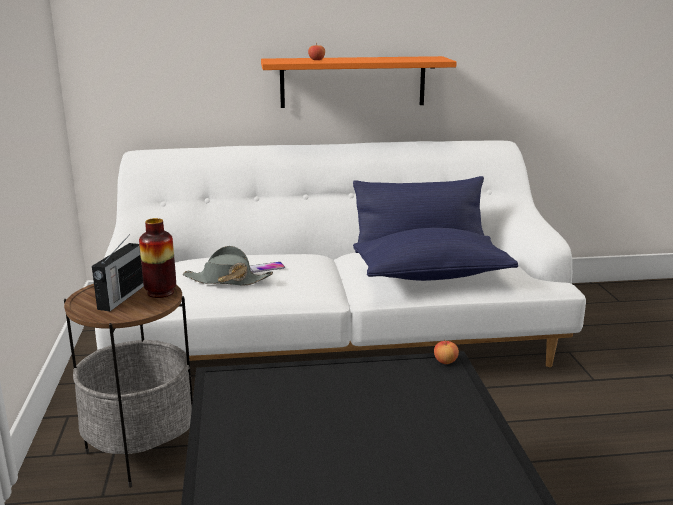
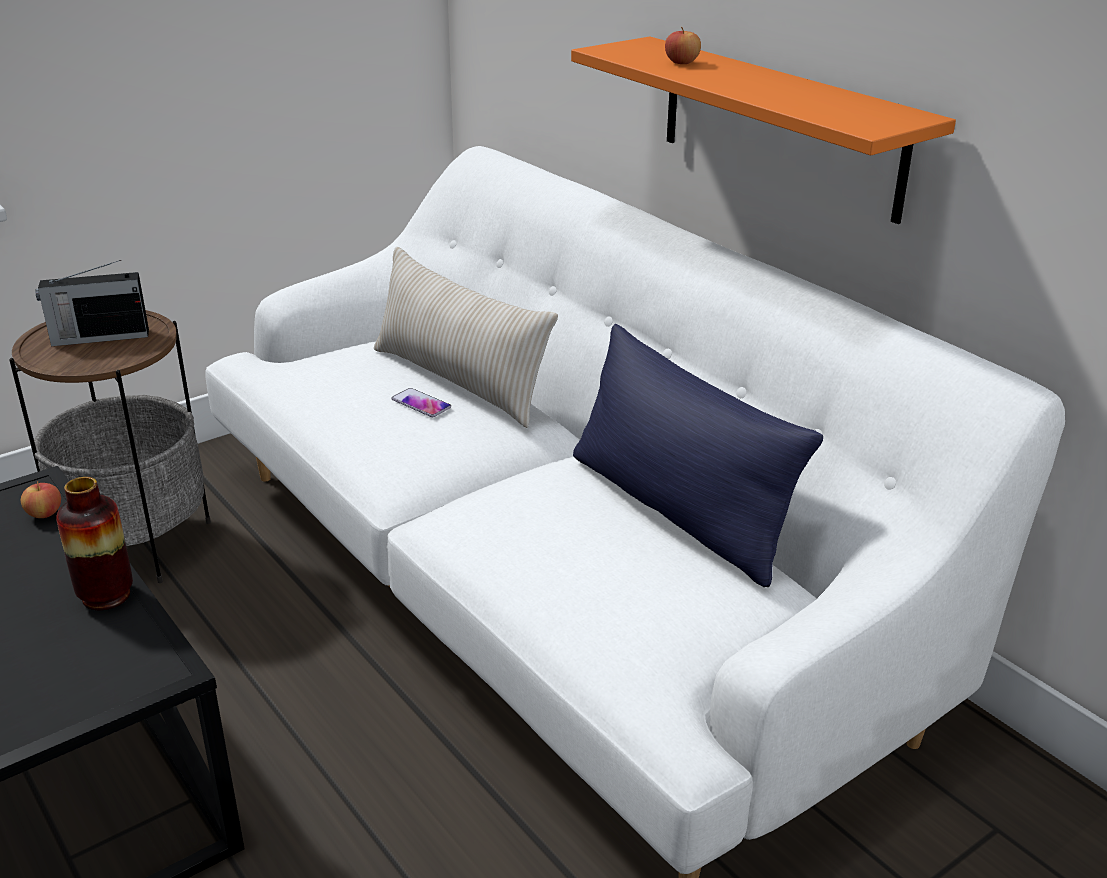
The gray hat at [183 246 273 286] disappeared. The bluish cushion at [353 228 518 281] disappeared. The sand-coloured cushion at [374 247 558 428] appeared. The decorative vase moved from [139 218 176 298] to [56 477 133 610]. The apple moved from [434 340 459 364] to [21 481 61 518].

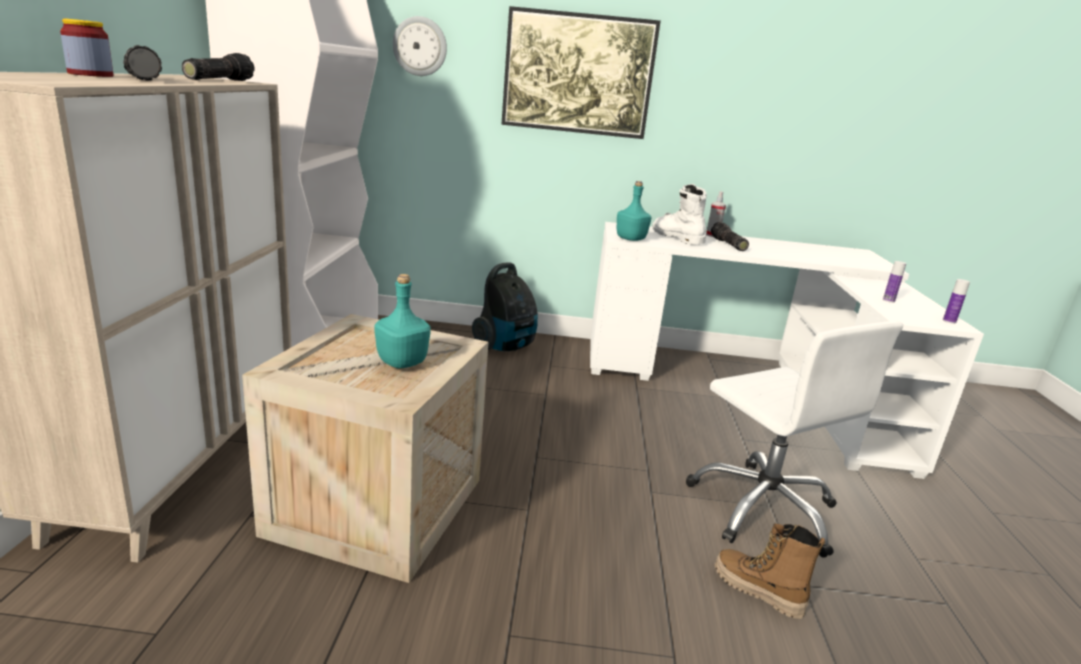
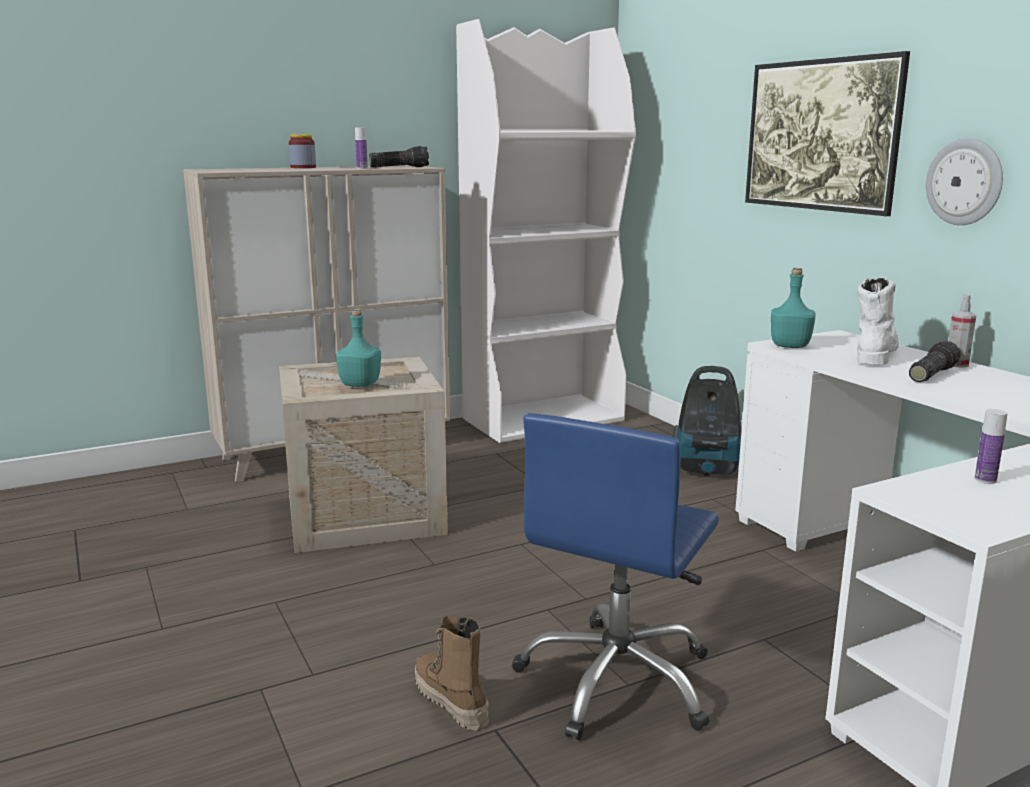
The flashlight at [123 45 162 80] disappeared. The clock on the wall moved from [393 16 447 76] to [926 138 1003 225]. The bottle moved from [943 279 970 324] to [355 128 368 169]. The white office chair at [686 321 903 558] became the bluish office chair at [512 413 719 740]. The tall boot at [715 524 825 619] turned 45 degrees counterclockwise.

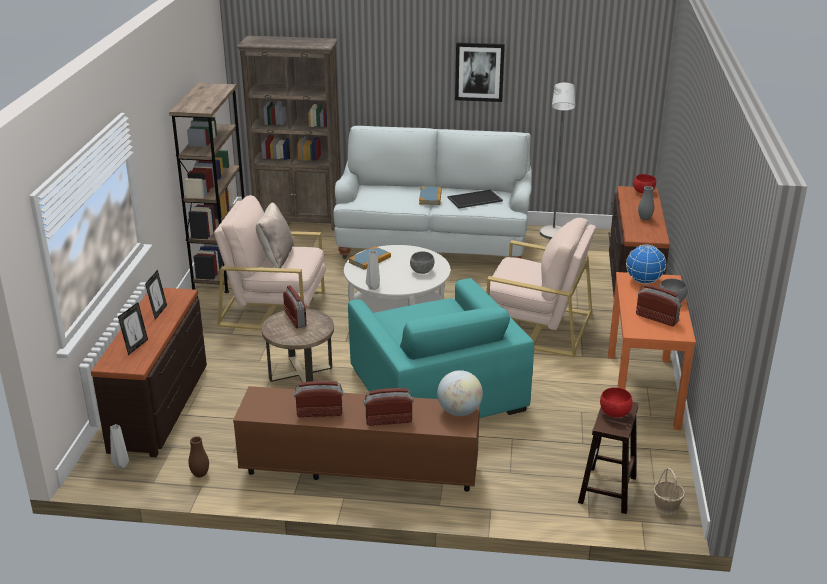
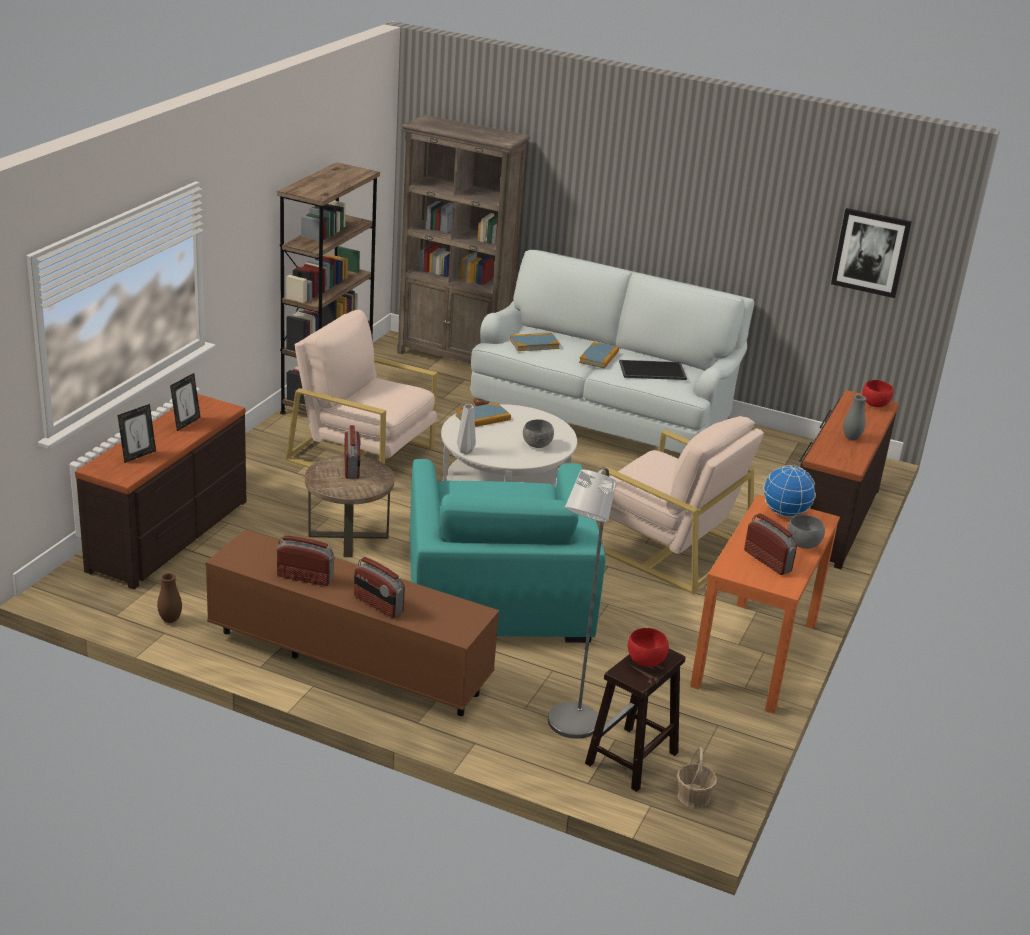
The gray decorative vase at [110 424 129 469] disappeared. The sand-coloured cushion at [256 202 294 268] disappeared. The world globe at [437 370 483 416] disappeared. The volume at [510 333 560 351] appeared. The picture moved from [455 42 505 102] to [831 208 912 298]. The gray standing lamp moved from [540 82 575 239] to [548 467 616 739]. The radio receiver at [364 388 414 426] turned 150 degrees counterclockwise.

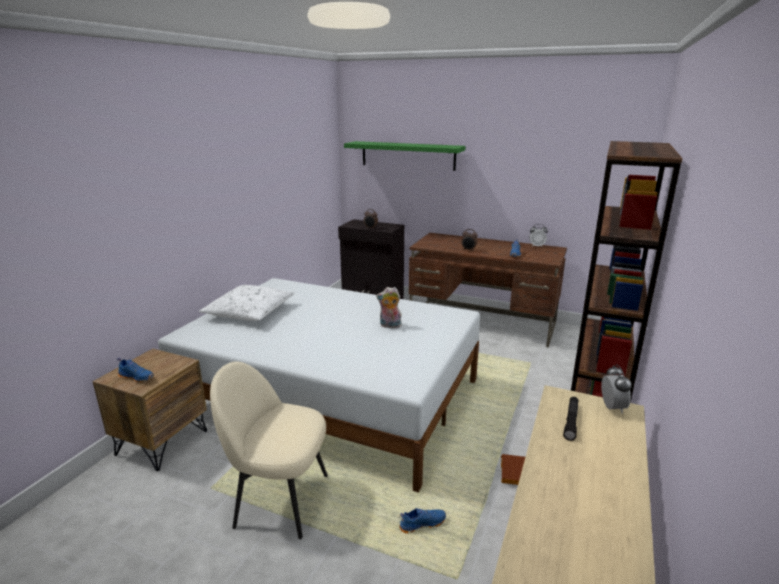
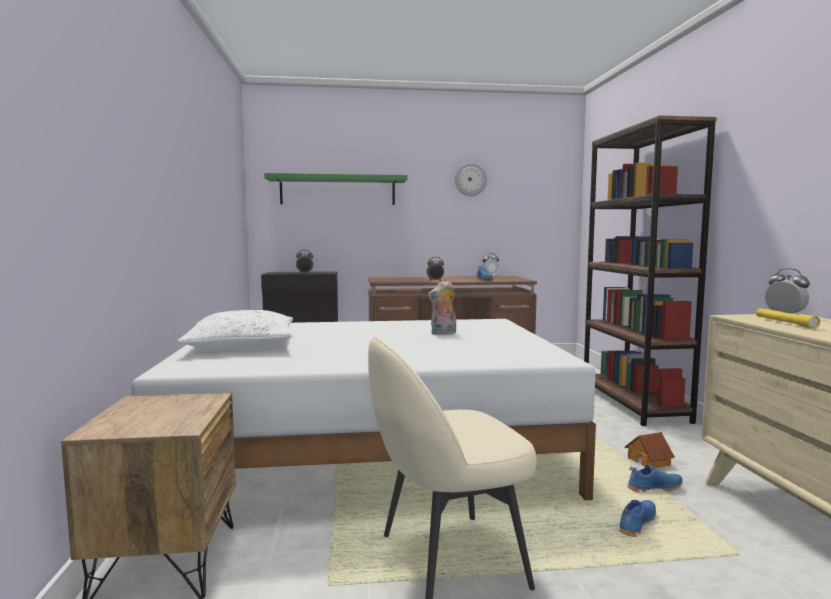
The clock on the wall at [455 163 487 196] appeared. The bluish item of footwear moved from [117 358 154 383] to [627 464 683 492]. The black-coloured flashlight at [563 397 579 441] became the yellowish flashlight at [756 308 820 329].

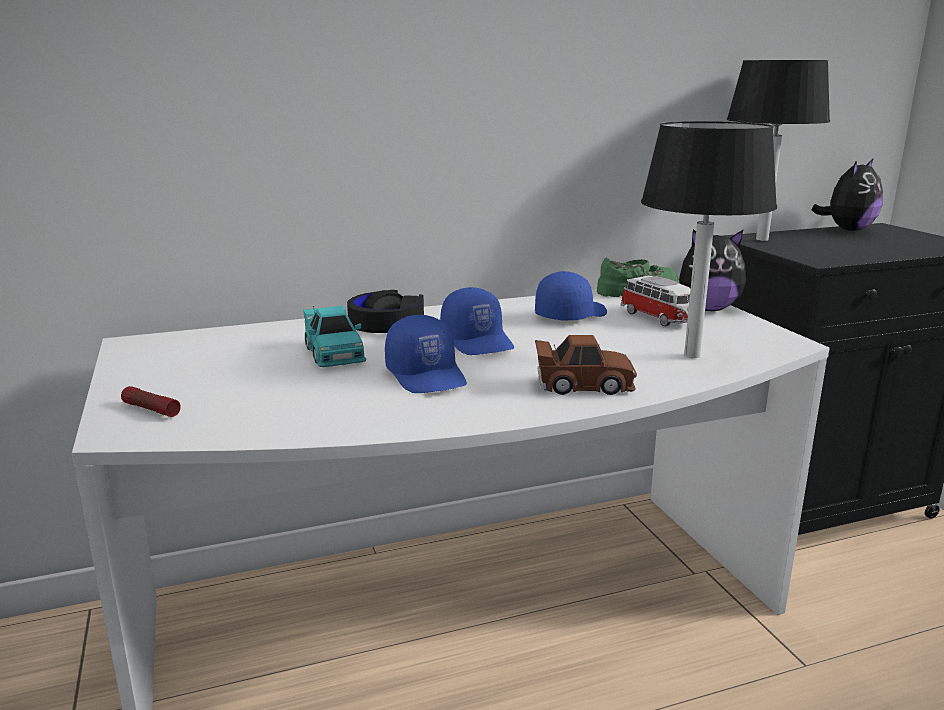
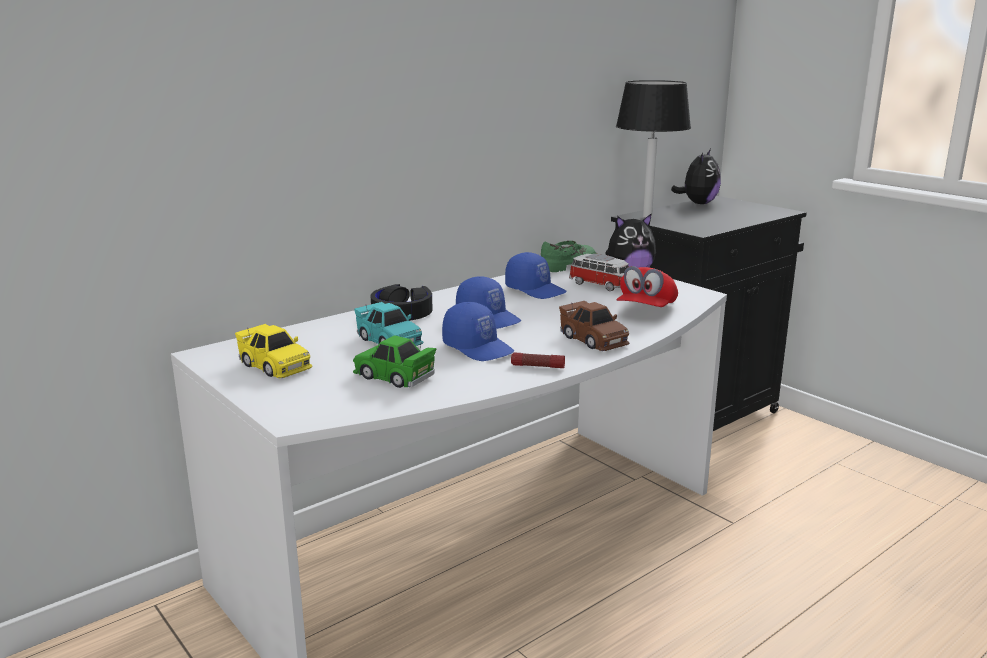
The yellowish model car at [235 324 312 378] appeared. The green-coloured model car at [353 335 436 388] appeared. The flashlight moved from [121 386 181 417] to [511 352 565 368]. The black-coloured tabletop lamp at [641 121 777 358] was replaced by the reddish cap at [617 266 678 307]. The bluish cap at [535 271 607 321] turned 105 degrees clockwise. The brown model car at [535 335 637 395] turned 75 degrees clockwise.

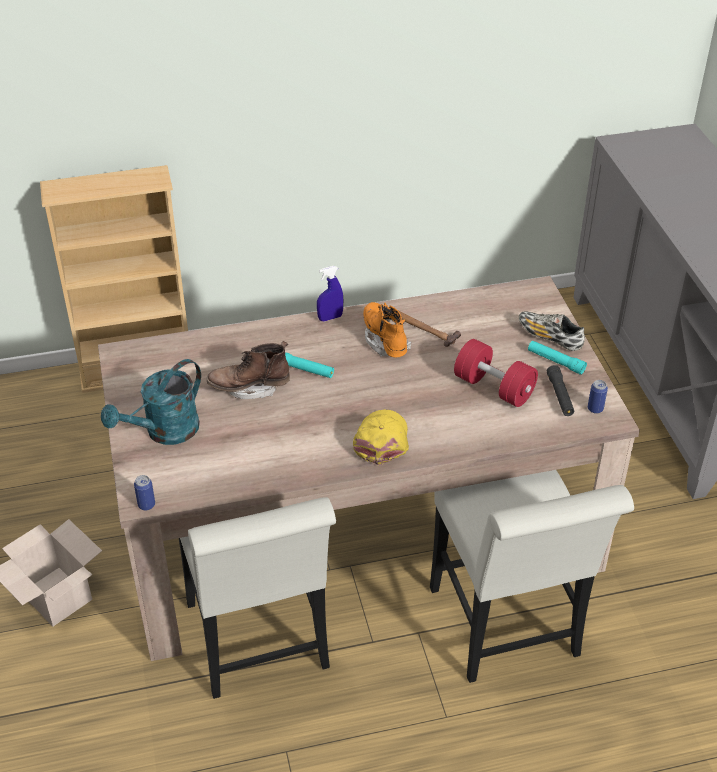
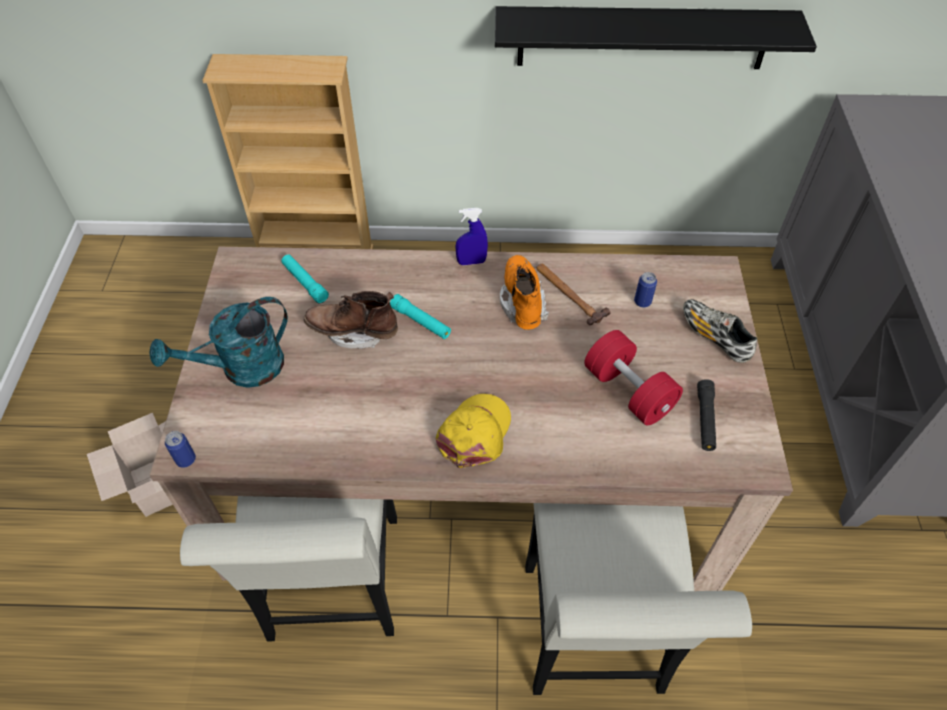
The black-coloured bracket shelf at [495 6 817 69] appeared. The turquoise-coloured flashlight moved from [528 341 587 375] to [281 255 329 303]. The sealed can moved from [588 380 608 414] to [634 272 657 308].

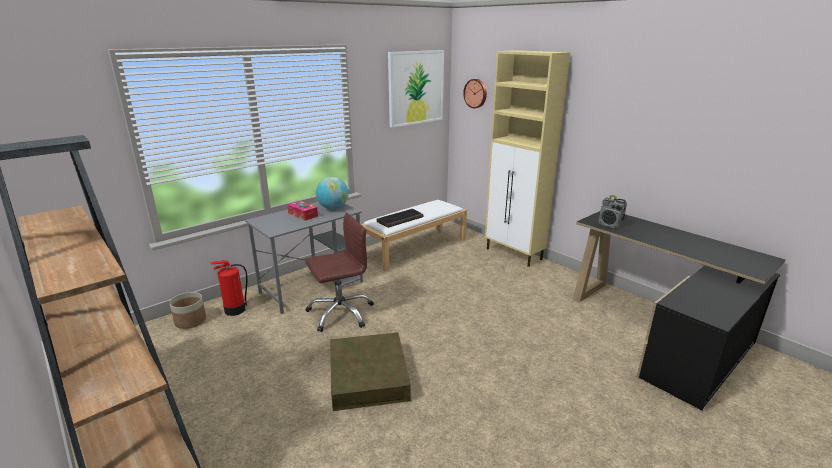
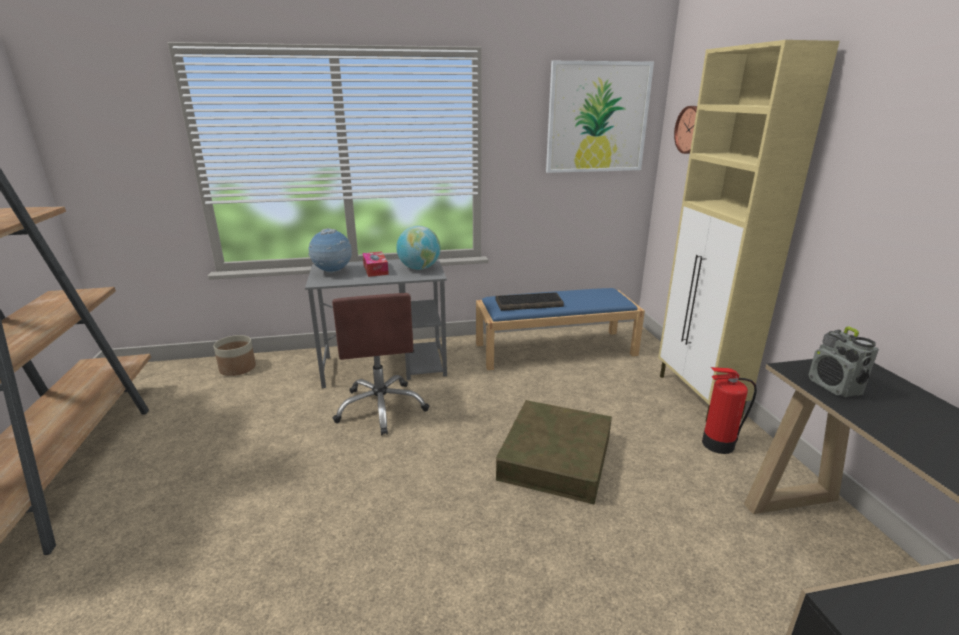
The world globe at [308 228 352 274] appeared. The fire extinguisher moved from [210 260 247 316] to [702 367 757 454]. The brown storage container moved from [330 332 411 411] to [496 400 612 505]. The white bench at [361 200 467 272] became the bluish bench at [476 288 645 370]. The brown office chair at [305 213 374 332] turned 75 degrees clockwise.

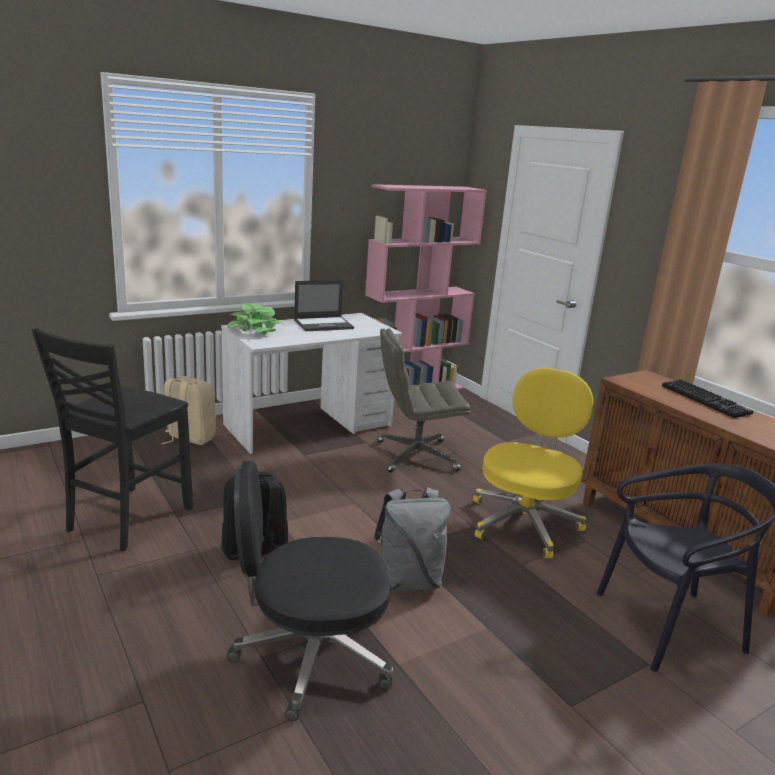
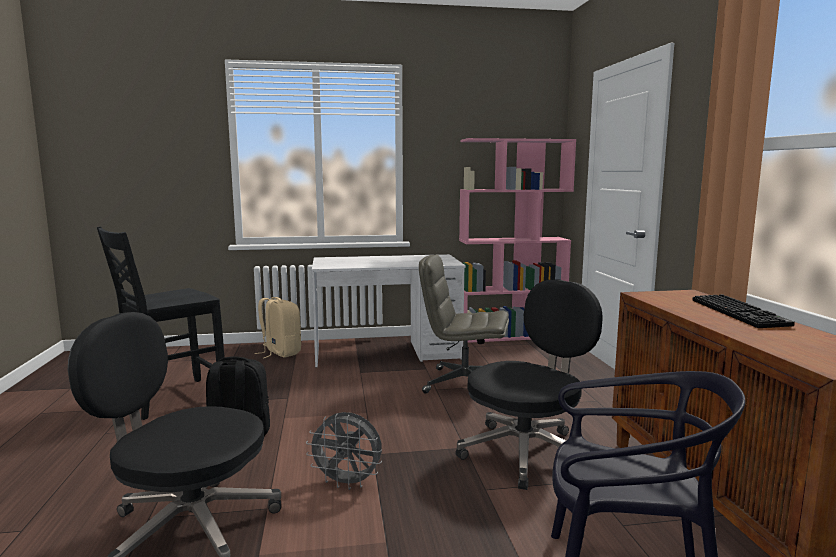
The potted plant at [226 304 283 334] disappeared. The portable computer at [294 280 354 331] disappeared. The gray backpack at [373 487 451 592] was replaced by the gray fan at [306 412 382 490]. The yellowish office chair at [473 368 593 558] became the black-coloured office chair at [455 280 603 490].

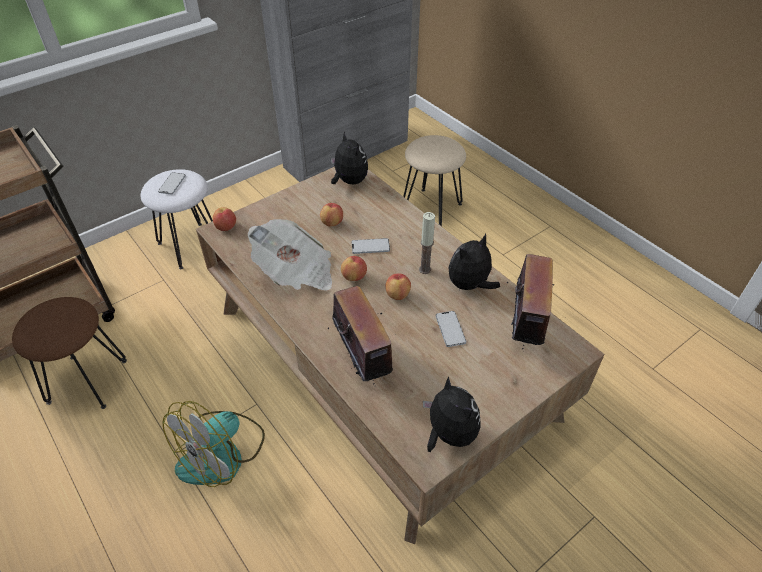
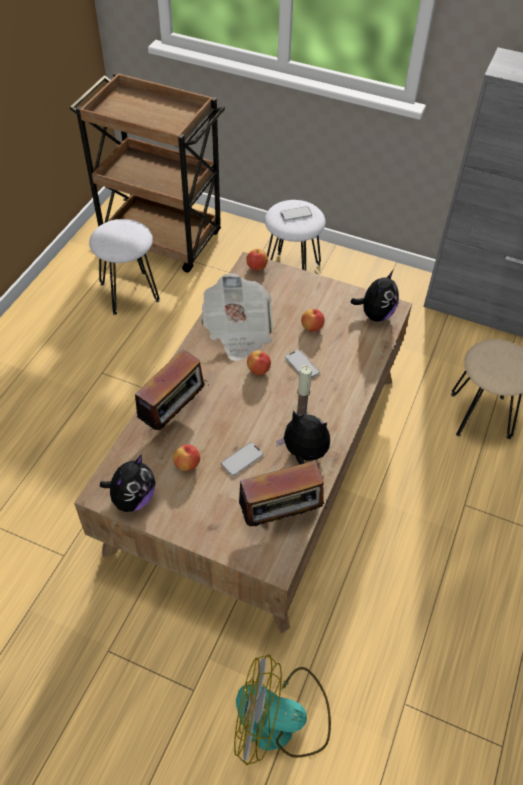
The fan moved from [162 401 265 487] to [234 655 331 765]. The apple moved from [386 273 411 300] to [173 444 200 471]. The brown stool at [12 297 127 409] became the white stool at [89 219 160 315].

